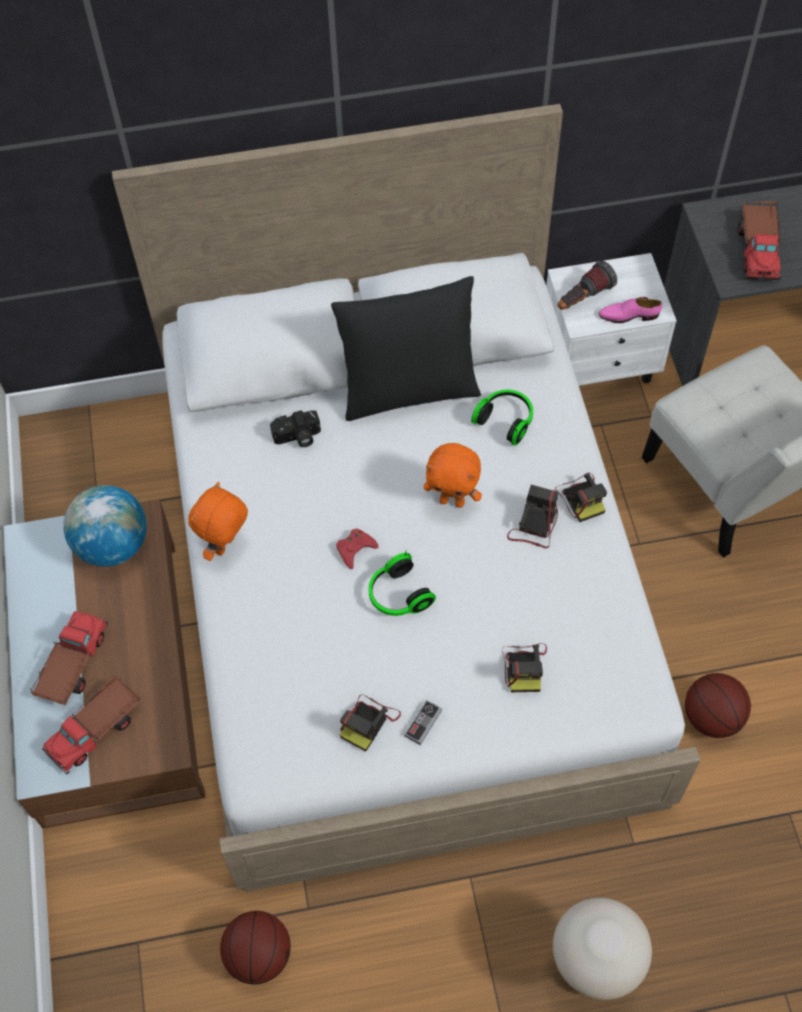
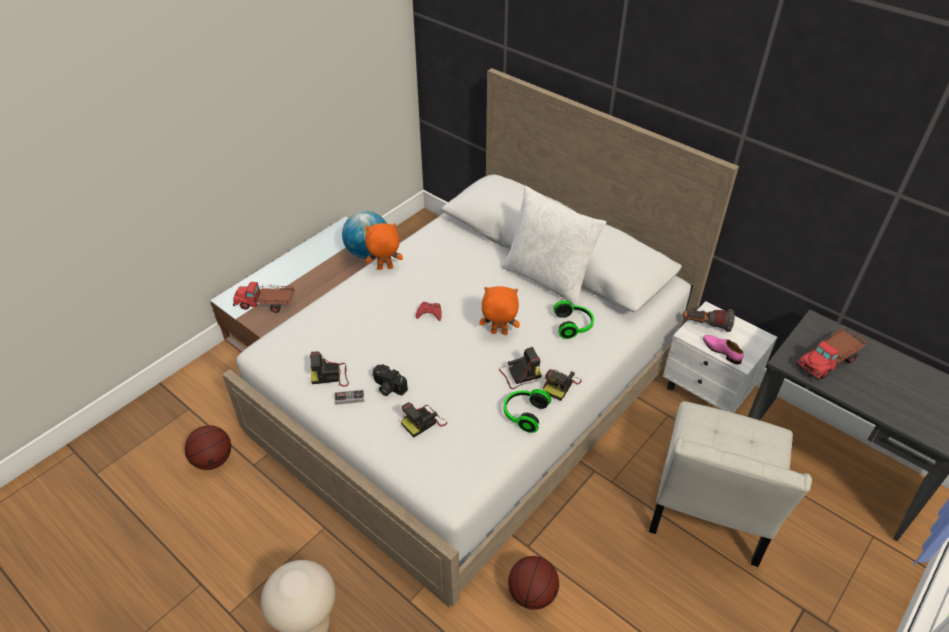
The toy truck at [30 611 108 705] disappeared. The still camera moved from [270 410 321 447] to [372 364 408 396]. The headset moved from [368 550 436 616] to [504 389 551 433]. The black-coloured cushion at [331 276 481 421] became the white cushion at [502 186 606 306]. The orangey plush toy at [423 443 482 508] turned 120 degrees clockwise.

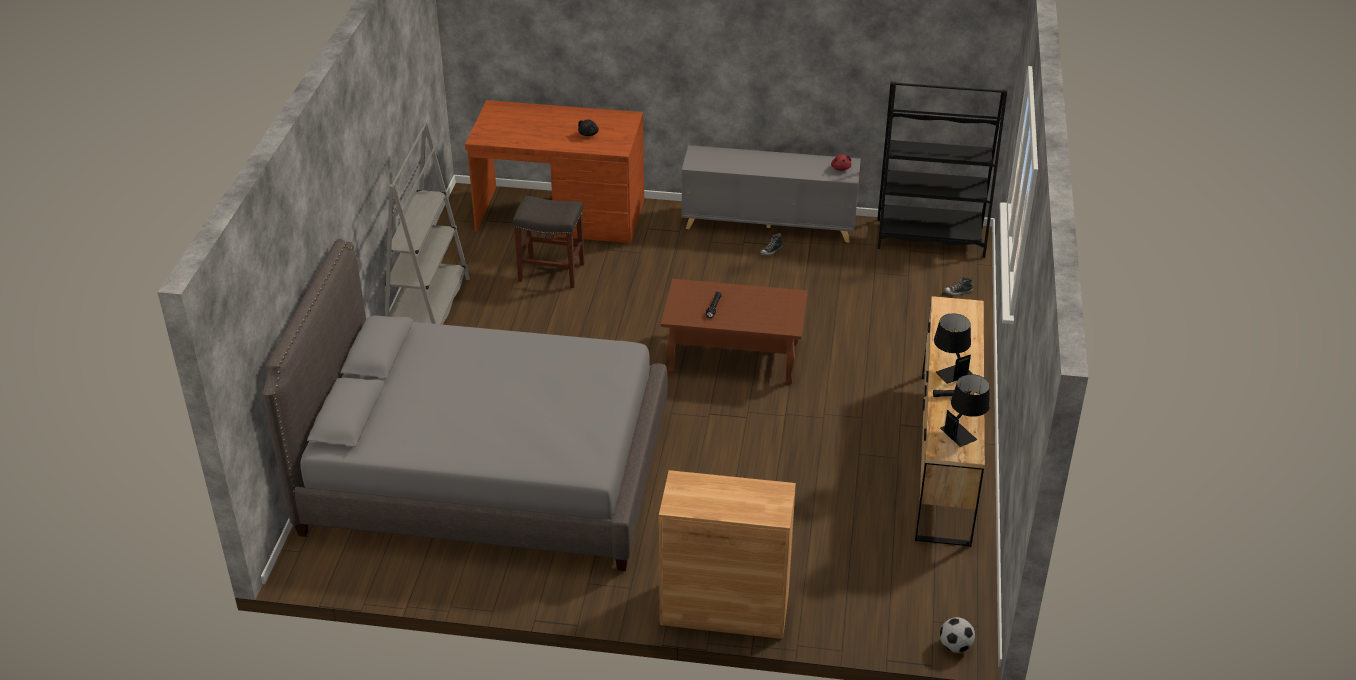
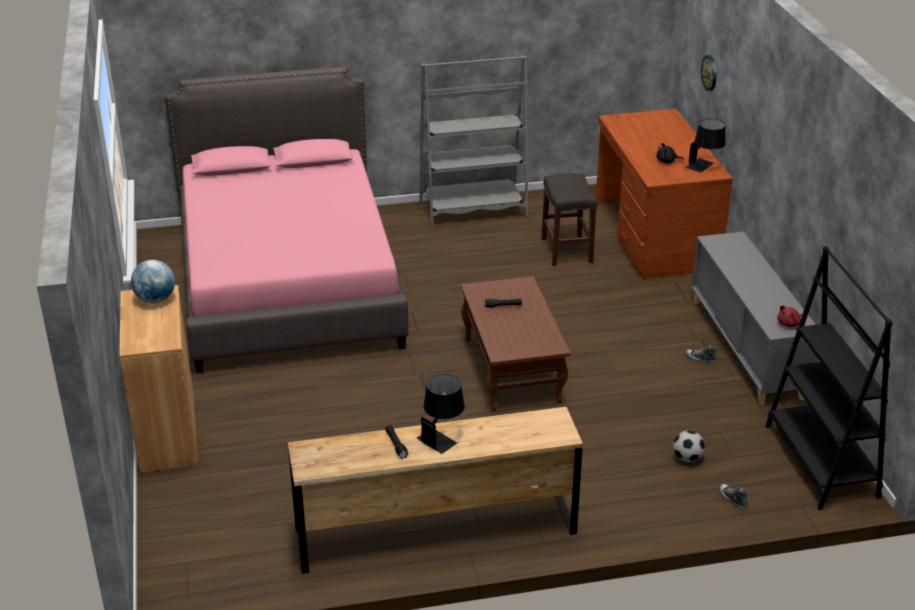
The world globe at [131 260 175 303] appeared. The clock on the wall at [701 55 717 91] appeared. The black-coloured tabletop lamp moved from [940 374 990 447] to [686 119 726 173]. The ball for football moved from [940 617 975 653] to [673 430 705 462]. The gray bedroom bed at [262 239 667 571] became the pink bedroom bed at [165 67 408 373].

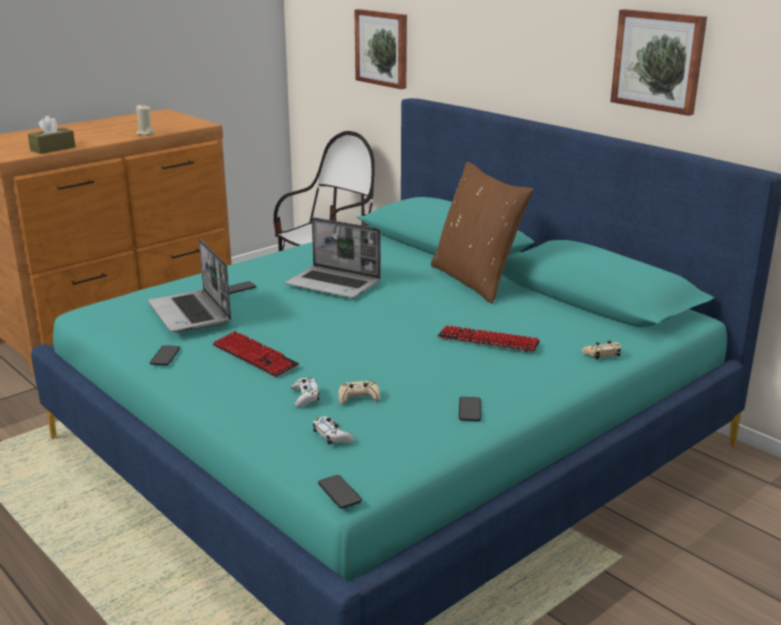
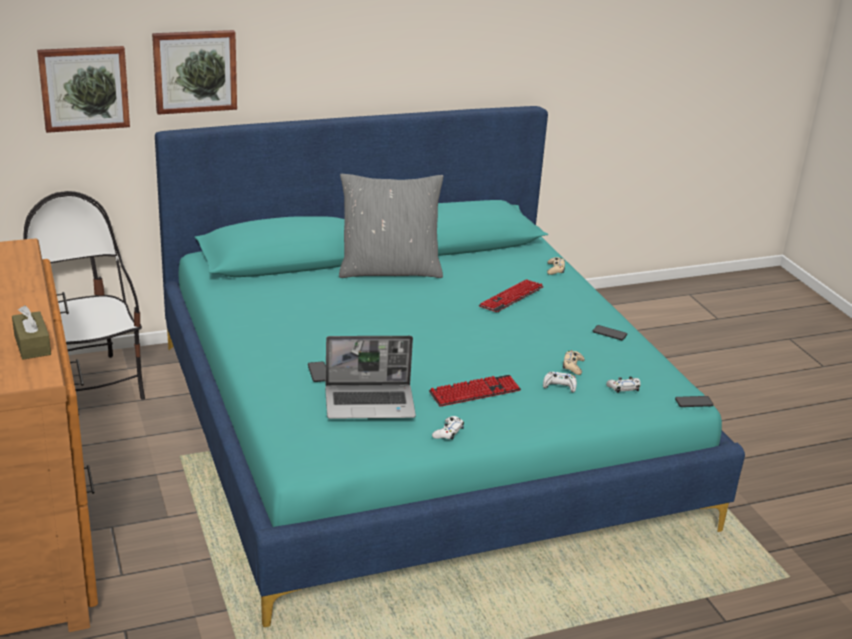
The sand-coloured wax candle at [136 104 155 135] disappeared. The portable computer at [285 217 381 298] disappeared. The picture moved from [610 9 707 116] to [152 30 237 115]. The telephone at [150 345 180 365] was replaced by the white game controller at [432 416 464 440]. The brown cushion at [431 161 533 304] became the gray cushion at [339 174 443 278].

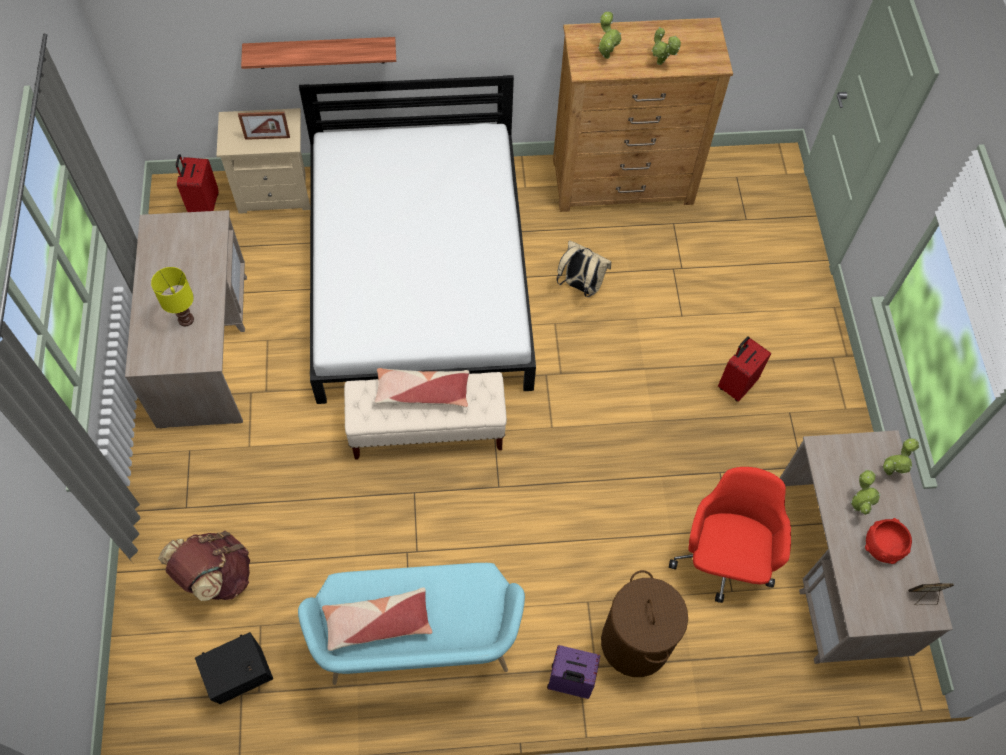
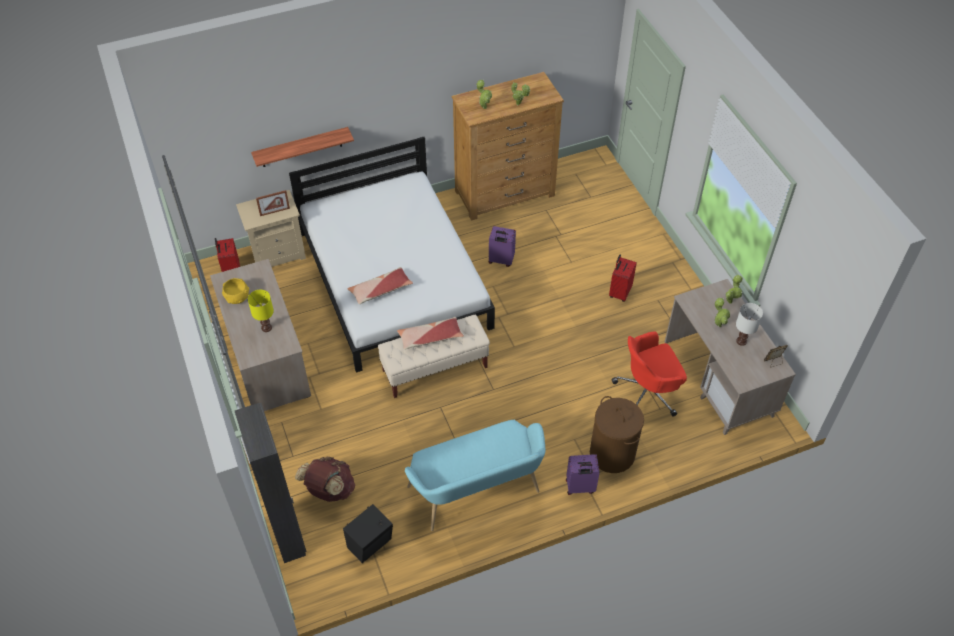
The yellowish bowl at [222 278 249 304] appeared. The black-coloured armoire at [235 403 307 563] appeared. The cushion moved from [322 587 433 651] to [348 267 413 304]. The sand-coloured backpack at [557 240 611 297] was replaced by the purplish suitcase at [488 226 516 267]. The reddish bowl at [865 518 912 564] was replaced by the white tabletop lamp at [736 303 763 346]. The reddish office chair at [669 467 791 603] turned 105 degrees counterclockwise.

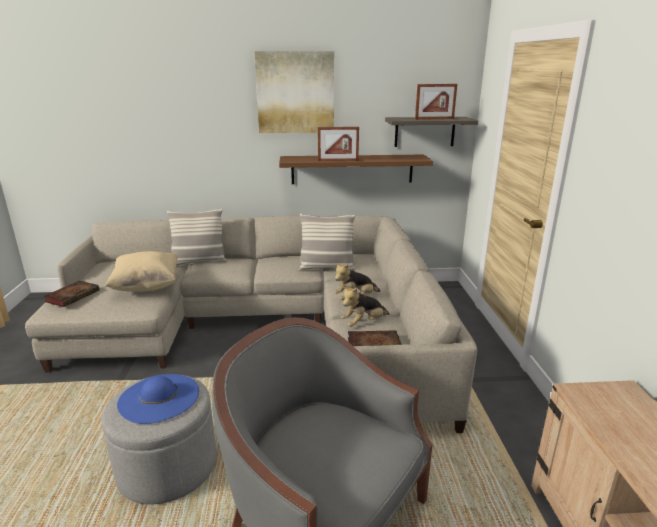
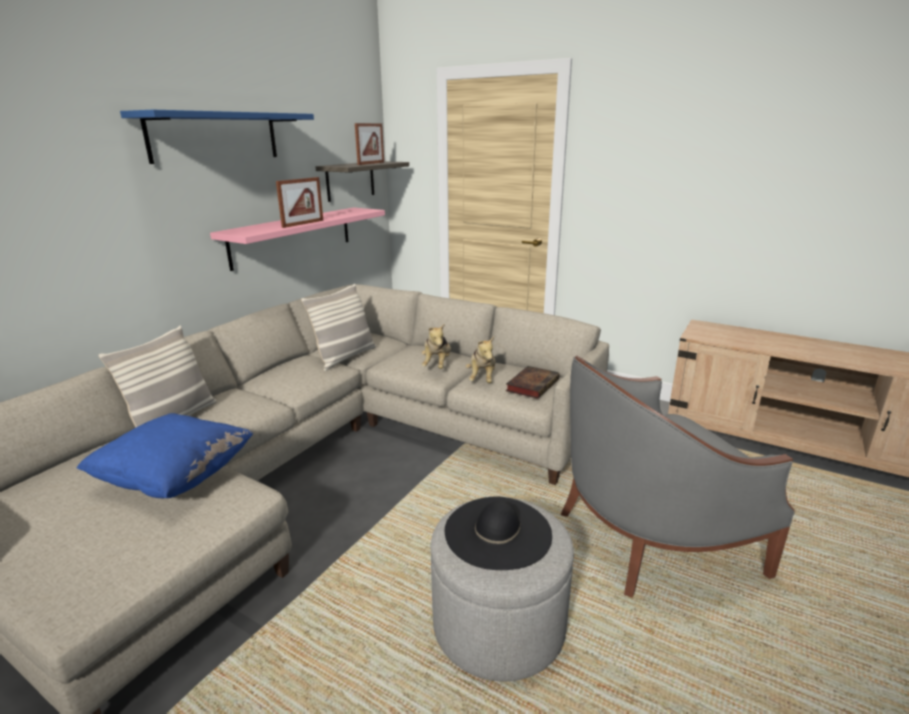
The volume at [43 281 100 307] disappeared. The picture at [255 51 334 133] was replaced by the bluish bracket shelf at [120 110 314 164]. The sand-coloured cushion at [105 251 178 292] became the bluish cushion at [76 413 254 498]. The bluish hat at [117 374 199 424] became the black-coloured hat at [445 497 552 570]. The brown bracket shelf at [279 155 433 184] became the pink bracket shelf at [210 207 385 271].

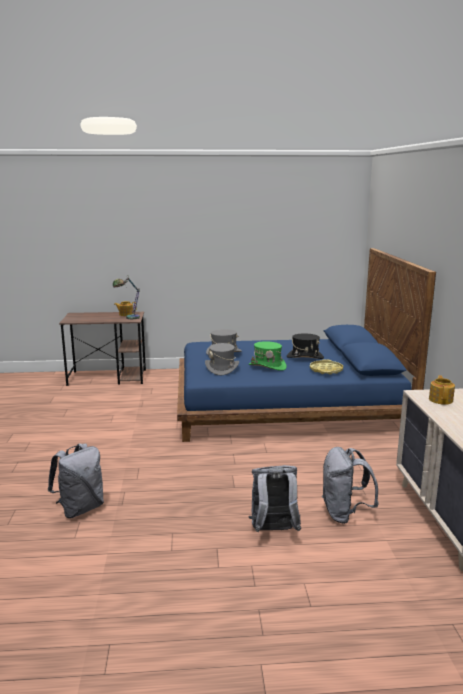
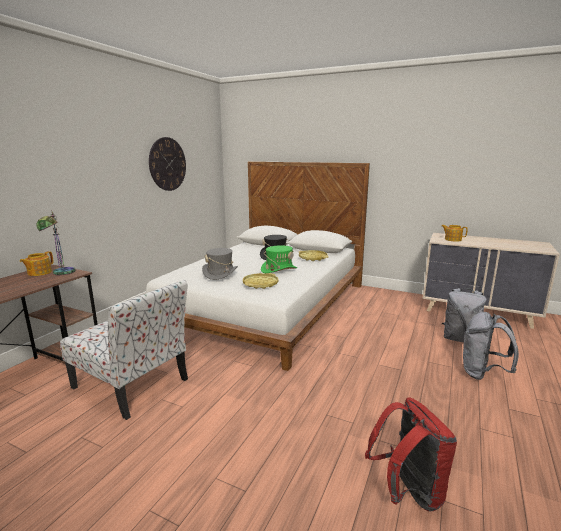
The upright chair at [60 280 188 420] appeared. The clock on the wall at [149 137 186 191] appeared. The gray hat at [205 343 239 376] was replaced by the yellowish tray at [243 273 279 289]. The gray backpack at [48 443 104 518] became the reddish backpack at [365 397 457 512]. The bluish bedroom bed at [177 248 436 442] became the white bedroom bed at [146 161 370 371].

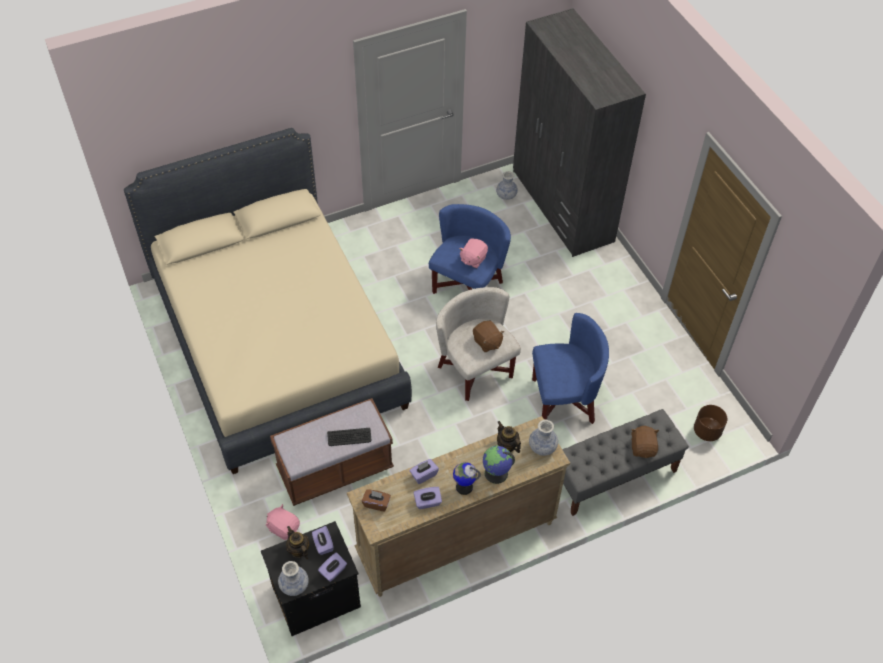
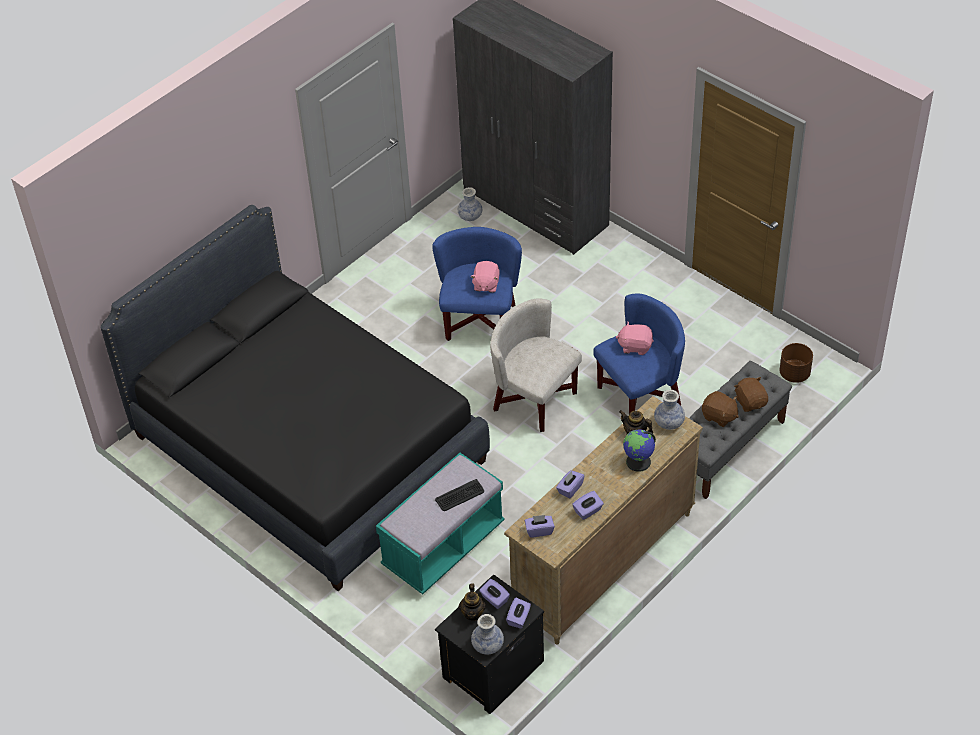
The world globe at [453 462 481 495] disappeared. The pink plush toy moved from [266 504 300 540] to [616 321 654 355]. The brown plush toy moved from [473 321 504 352] to [702 391 739 427]. The sand-coloured bedroom bed at [124 128 412 474] became the black-coloured bedroom bed at [100 205 490 591]. The brown bench at [270 398 394 506] became the turquoise-coloured bench at [376 453 505 595]. The brown tissue box at [362 489 391 512] became the purplish tissue box at [525 515 555 538]. The tea pot at [286 526 309 559] turned 120 degrees counterclockwise.

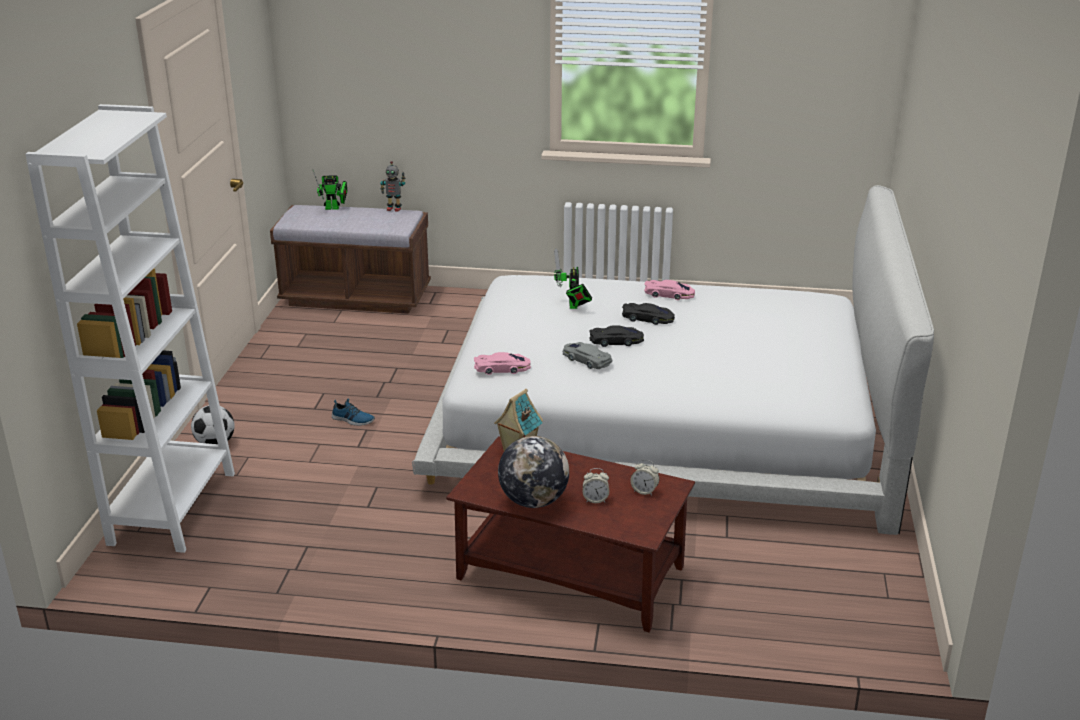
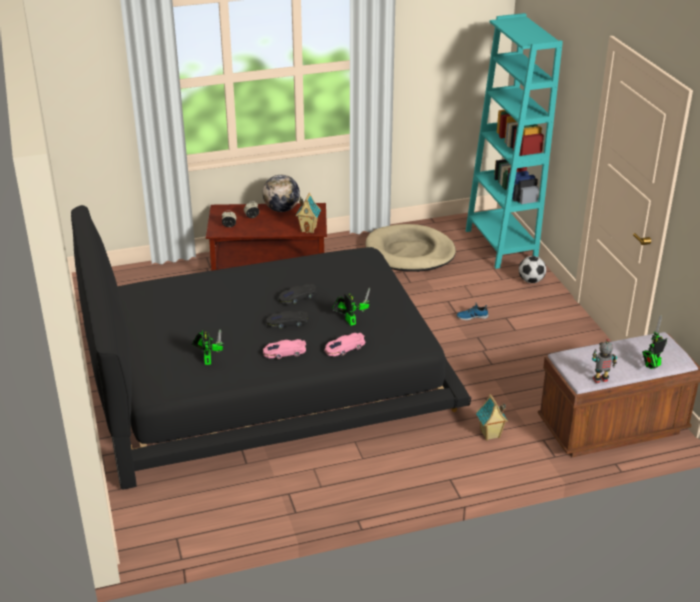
The gray model car at [563 342 612 369] disappeared. The toy robot at [192 330 223 365] appeared. The sand-coloured dog cushion at [366 224 456 272] appeared. The miniature house at [476 394 508 441] appeared. The pink model car moved from [474 352 531 375] to [324 333 366 356]. The white bookcase at [26 104 235 553] became the turquoise-coloured bookcase at [466 13 563 269]. The white bedroom bed at [412 185 934 535] became the black-coloured bedroom bed at [71 205 471 490].

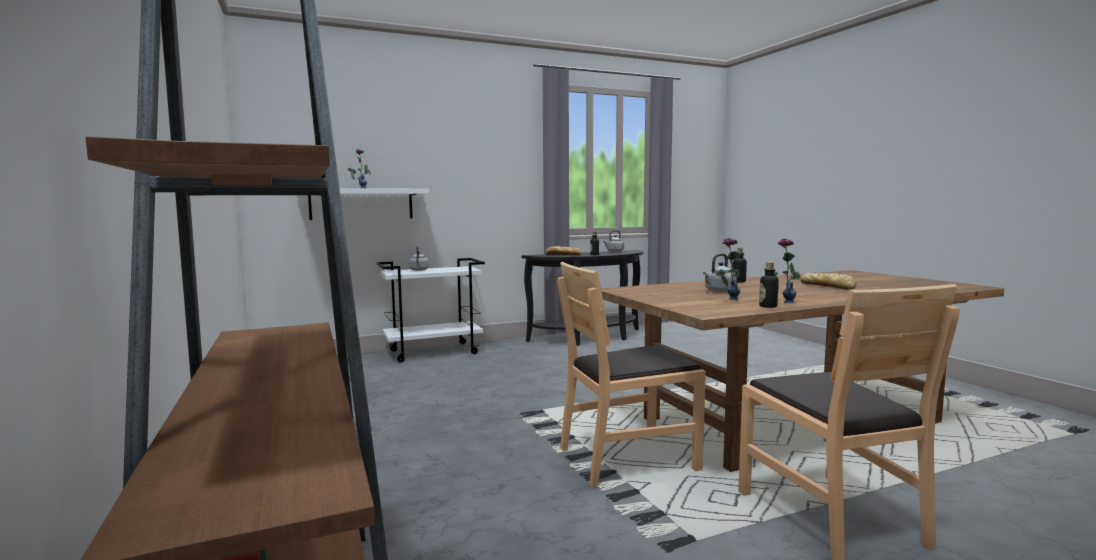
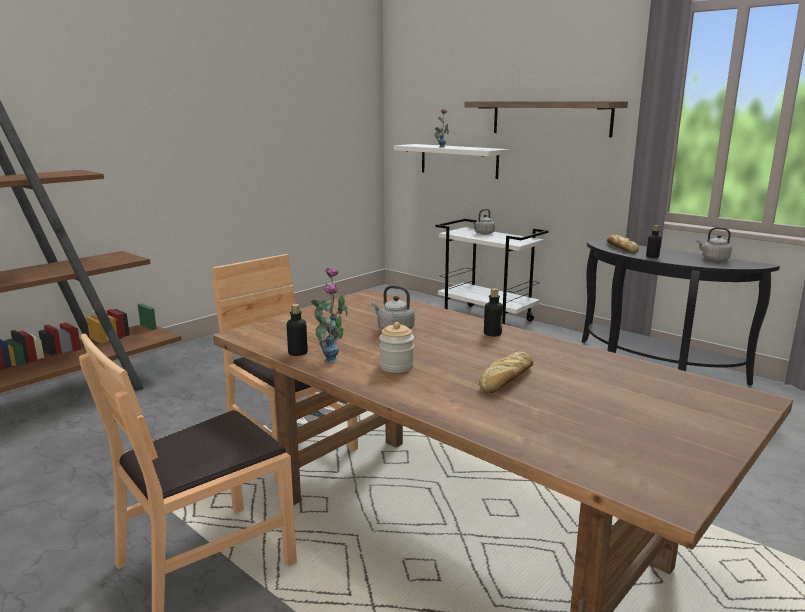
The preserve jar at [379 322 414 373] appeared. The bracket shelf at [465 101 628 137] appeared.

